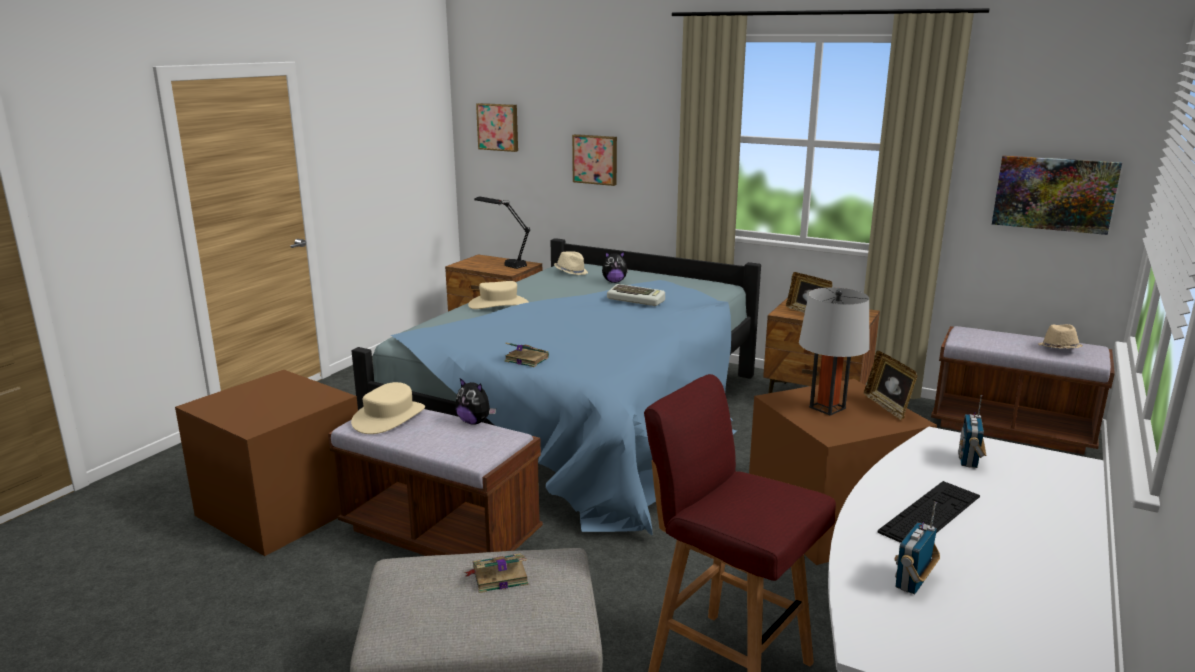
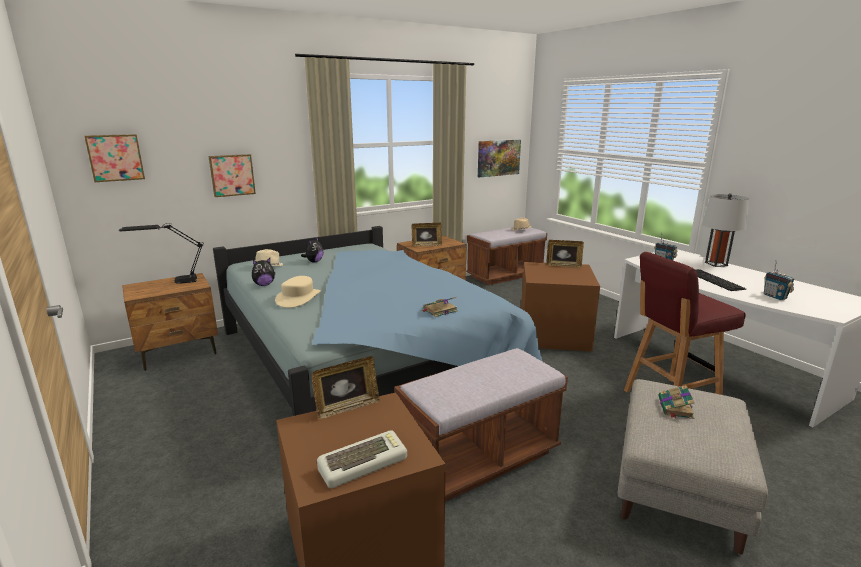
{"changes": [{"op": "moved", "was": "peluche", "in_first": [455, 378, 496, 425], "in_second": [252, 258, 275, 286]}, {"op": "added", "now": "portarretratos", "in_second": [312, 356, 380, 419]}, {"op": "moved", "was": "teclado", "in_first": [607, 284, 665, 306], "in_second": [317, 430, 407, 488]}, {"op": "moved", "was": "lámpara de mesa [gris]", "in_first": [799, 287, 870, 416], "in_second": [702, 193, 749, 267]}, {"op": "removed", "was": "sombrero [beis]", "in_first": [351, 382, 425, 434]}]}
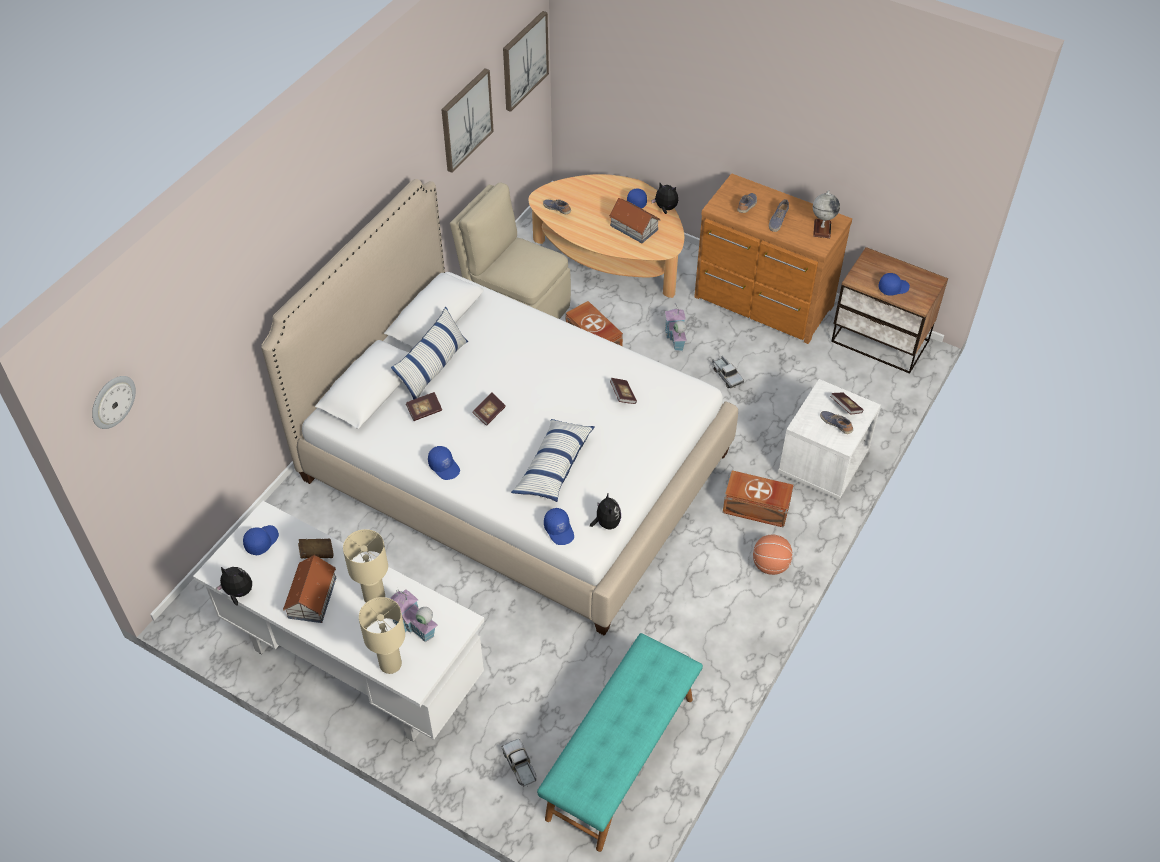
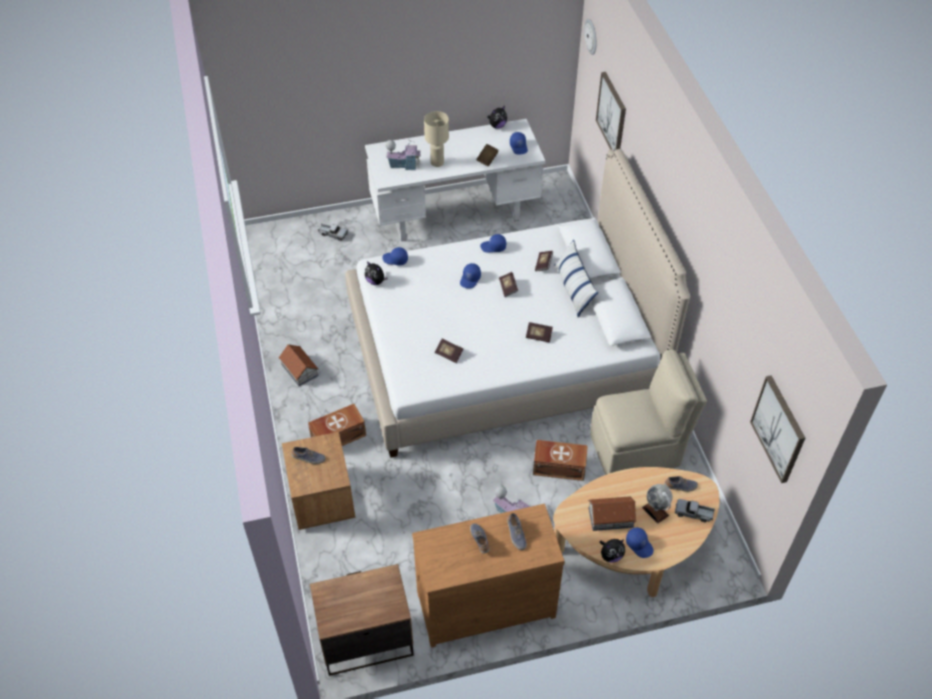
{"changes": [{"op": "moved", "was": "casita", "in_first": [283, 555, 336, 623], "in_second": [279, 344, 318, 386]}, {"op": "recoloured", "was": "mesita de noche [blanco]", "now": "mesita de noche [marrón]", "in_first": [778, 379, 881, 500], "in_second": [282, 432, 356, 530]}, {"op": "moved", "was": "gorra [azul]", "in_first": [878, 273, 910, 296], "in_second": [460, 263, 481, 288]}, {"op": "moved", "was": "libro", "in_first": [830, 393, 864, 414], "in_second": [526, 322, 553, 342]}, {"op": "moved", "was": "cuadro", "in_first": [441, 68, 494, 173], "in_second": [596, 72, 626, 151]}, {"op": "moved", "was": "globo terráqueo", "in_first": [813, 190, 840, 238], "in_second": [642, 484, 672, 524]}, {"op": "moved", "was": "camión de juguete", "in_first": [712, 355, 744, 388], "in_second": [675, 499, 715, 522]}, {"op": "removed", "was": "lámpara de mesa [beis]", "in_first": [359, 597, 405, 674]}, {"op": "removed", "was": "cojín", "in_first": [511, 419, 595, 502]}, {"op": "removed", "was": "banco [turquesa]", "in_first": [537, 633, 703, 852]}, {"op": "removed", "was": "balón de baloncesto", "in_first": [753, 535, 793, 575]}]}
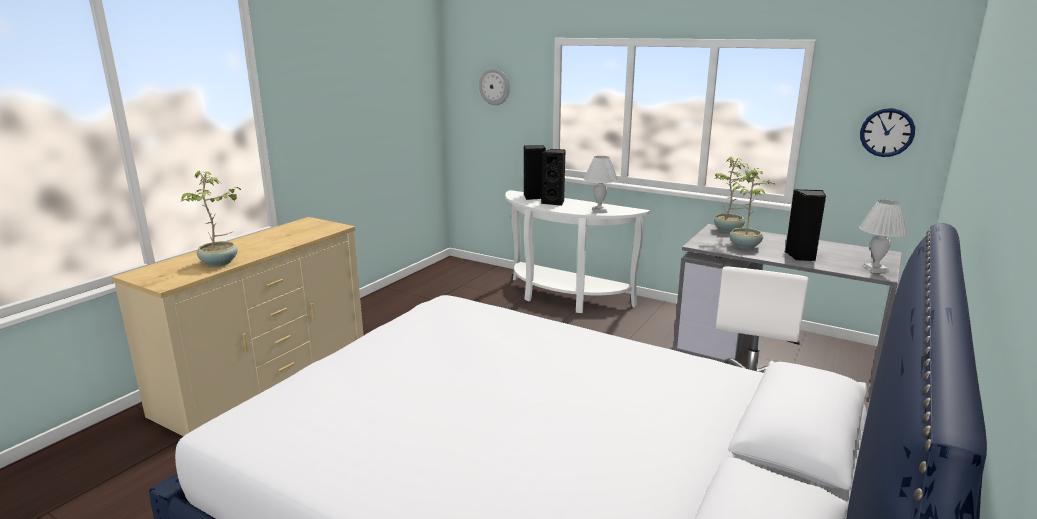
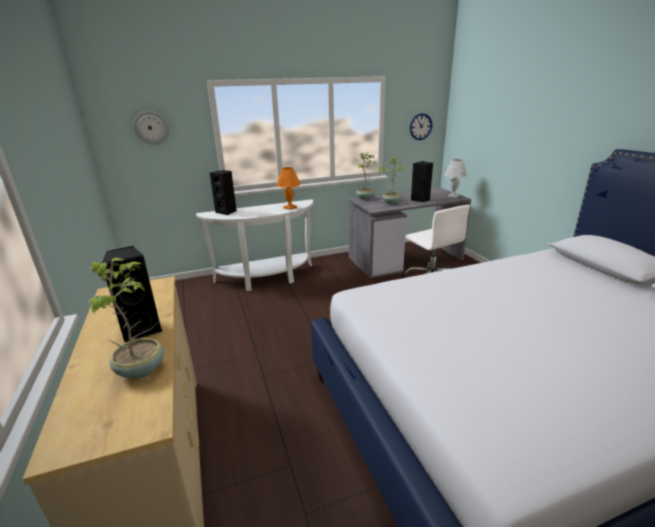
{"changes": [{"op": "moved", "was": "altavoz [negro]", "in_first": [541, 149, 566, 206], "in_second": [102, 246, 162, 343]}, {"op": "recoloured", "was": "lámpara de mesa [blanco]", "now": "lámpara de mesa [naranja]", "in_first": [584, 156, 618, 213], "in_second": [276, 167, 301, 210]}]}
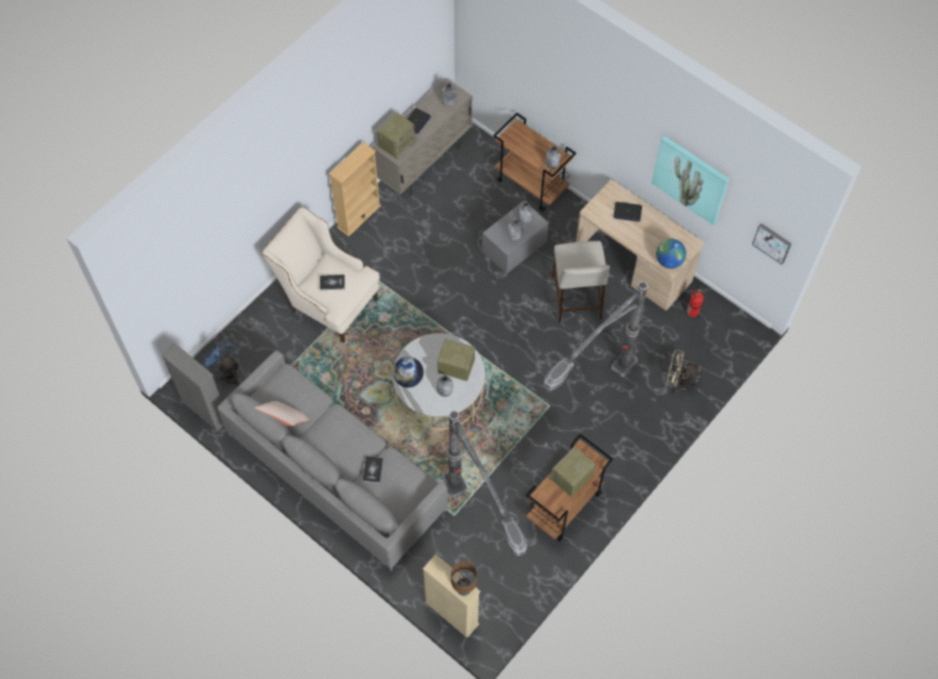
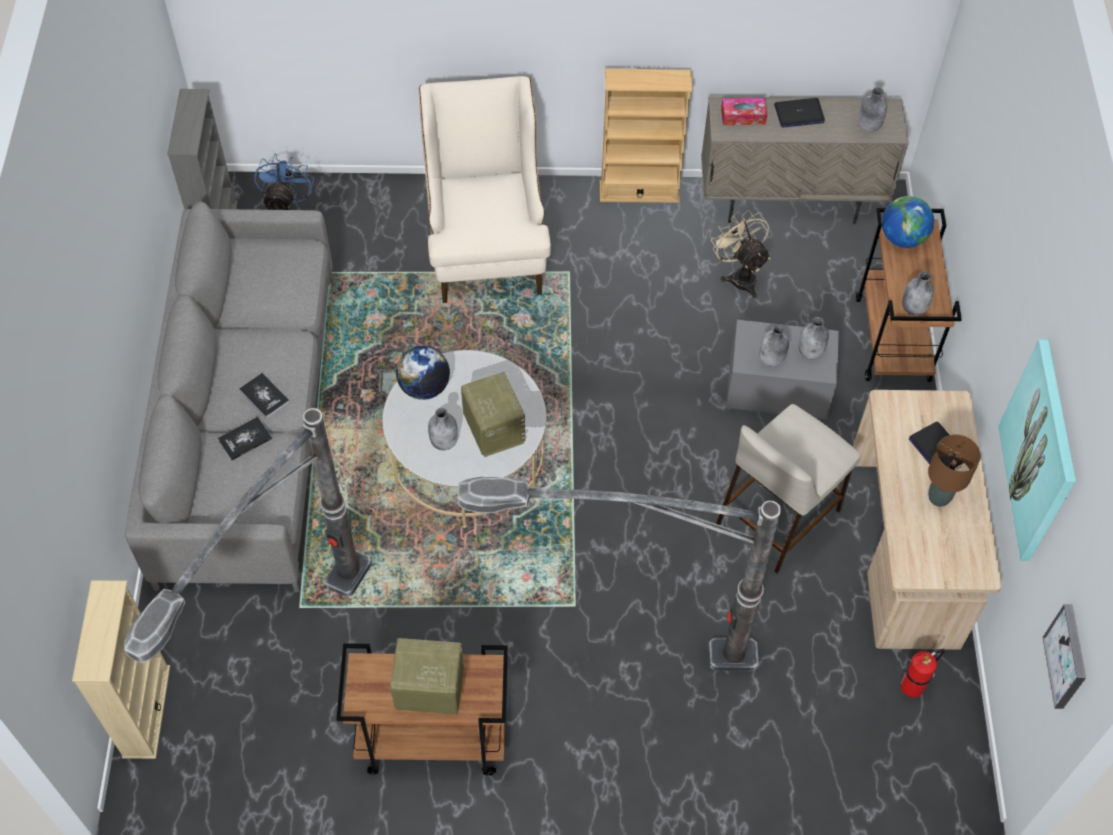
{"changes": [{"op": "moved", "was": "libro", "in_first": [320, 275, 345, 290], "in_second": [239, 373, 290, 418]}, {"op": "moved", "was": "ventilador [beis]", "in_first": [667, 350, 701, 394], "in_second": [711, 210, 770, 299]}, {"op": "replaced", "was": "radio", "now": "caja de pañuelos", "in_first": [377, 112, 417, 159], "in_second": [721, 98, 767, 125]}, {"op": "moved", "was": "globo terráqueo", "in_first": [656, 239, 686, 269], "in_second": [882, 196, 934, 248]}, {"op": "moved", "was": "lámpara de mesa [marrón]", "in_first": [451, 561, 477, 596], "in_second": [928, 434, 981, 507]}, {"op": "removed", "was": "cojín [beis]", "in_first": [254, 401, 309, 426]}]}
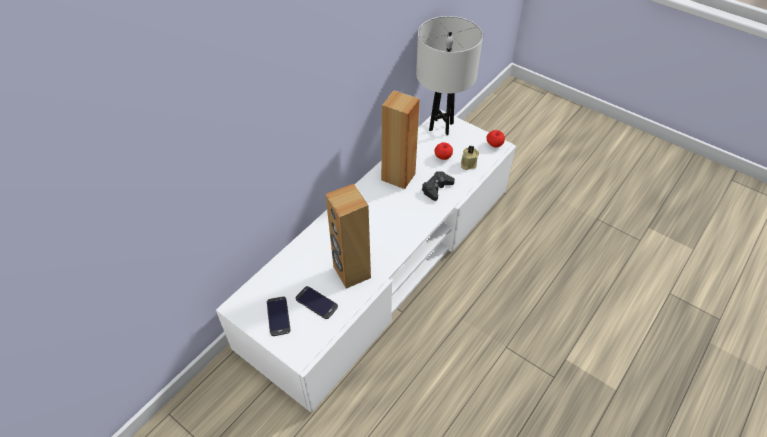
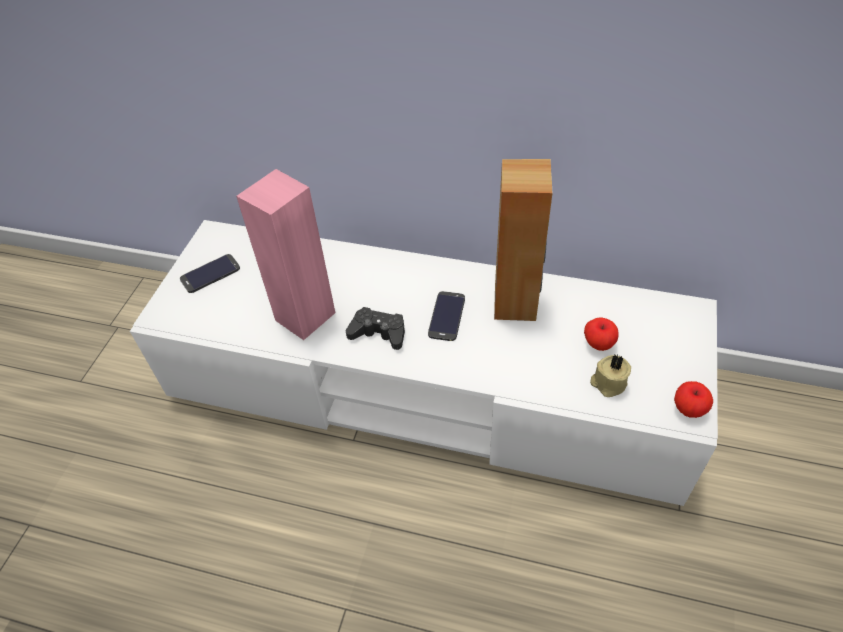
{"changes": [{"op": "recoloured", "was": "altavoz [marrón]", "now": "altavoz [rosa]", "in_first": [325, 184, 371, 289], "in_second": [236, 169, 336, 340]}, {"op": "moved", "was": "mando de consola [negro]", "in_first": [422, 171, 455, 201], "in_second": [346, 307, 405, 350]}, {"op": "moved", "was": "móvil", "in_first": [296, 286, 338, 319], "in_second": [428, 291, 465, 341]}, {"op": "removed", "was": "lámpara de mesa [blanco]", "in_first": [416, 16, 483, 135]}]}
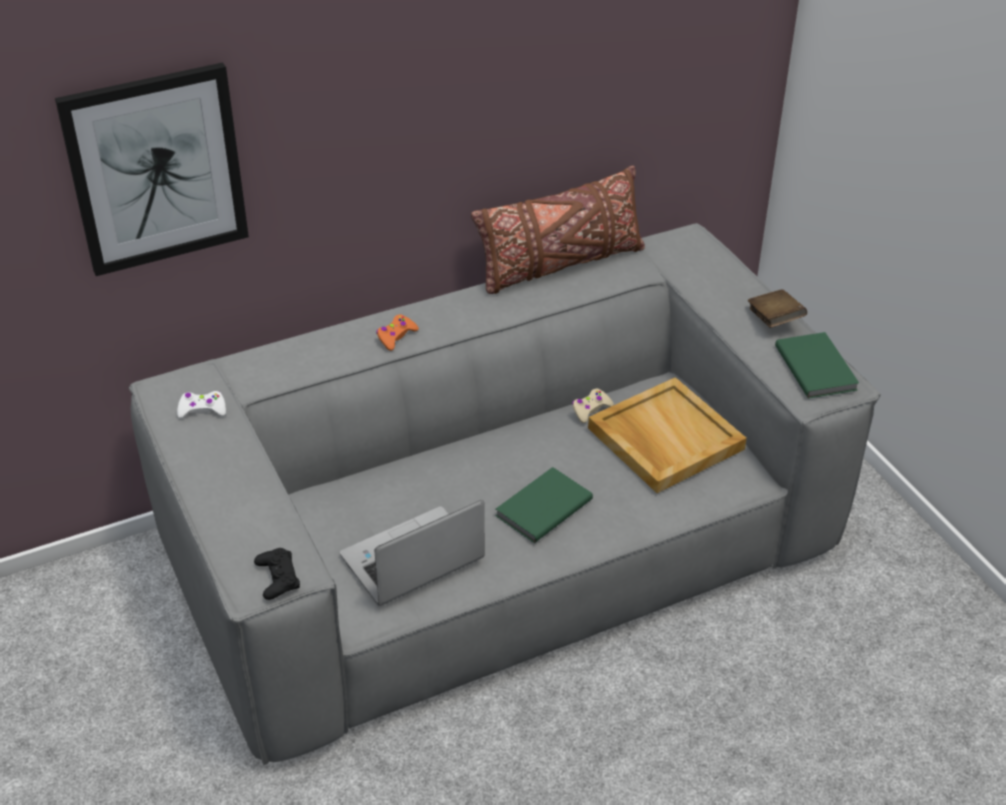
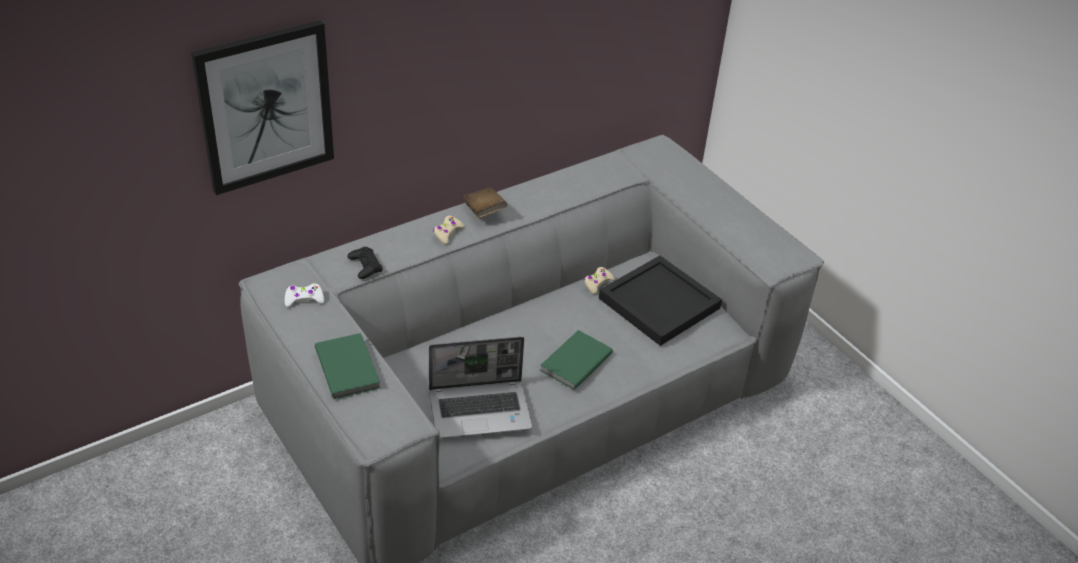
{"changes": [{"op": "moved", "was": "libro [verde]", "in_first": [775, 332, 859, 398], "in_second": [315, 333, 380, 399]}, {"op": "moved", "was": "mando de consola [negro]", "in_first": [254, 548, 300, 600], "in_second": [348, 247, 383, 279]}, {"op": "turned", "was": "portátil", "in_first": [340, 500, 485, 606], "in_second": [429, 337, 532, 438], "clockwise": -150}, {"op": "recoloured", "was": "mando de consola [naranja]", "now": "mando de consola [beis]", "in_first": [376, 314, 419, 351], "in_second": [433, 216, 465, 245]}, {"op": "moved", "was": "libro [marrón]", "in_first": [748, 289, 807, 328], "in_second": [464, 187, 507, 218]}, {"op": "recoloured", "was": "bandeja [beis]", "now": "bandeja [negro]", "in_first": [588, 377, 747, 493], "in_second": [599, 255, 722, 346]}, {"op": "removed", "was": "cojín [marrón]", "in_first": [471, 166, 645, 294]}]}
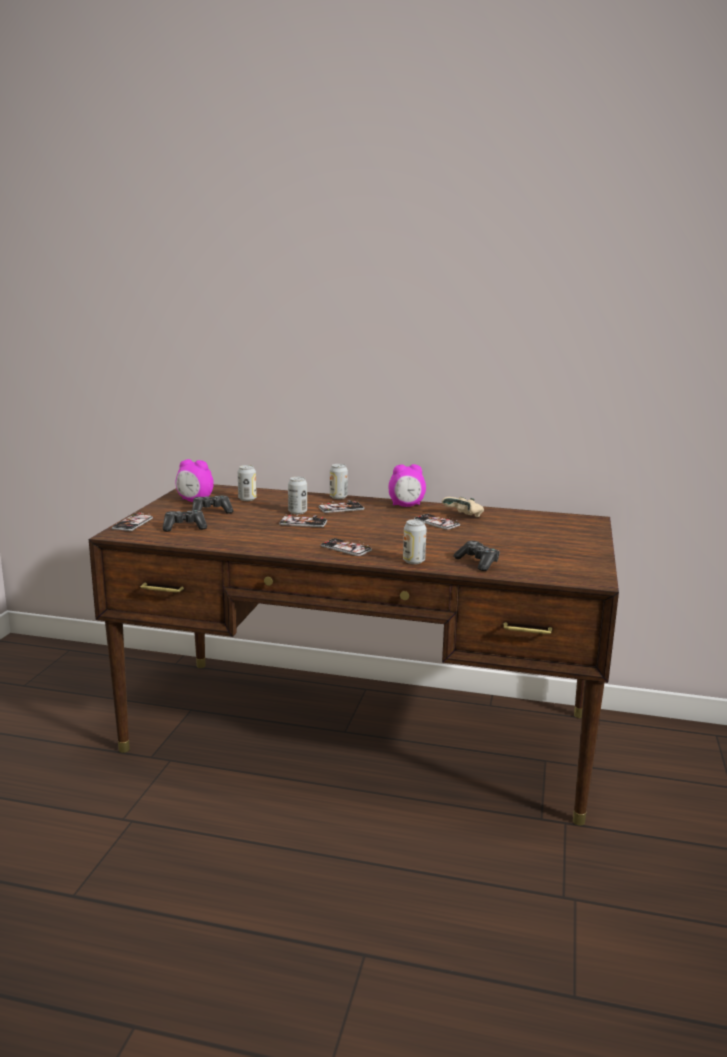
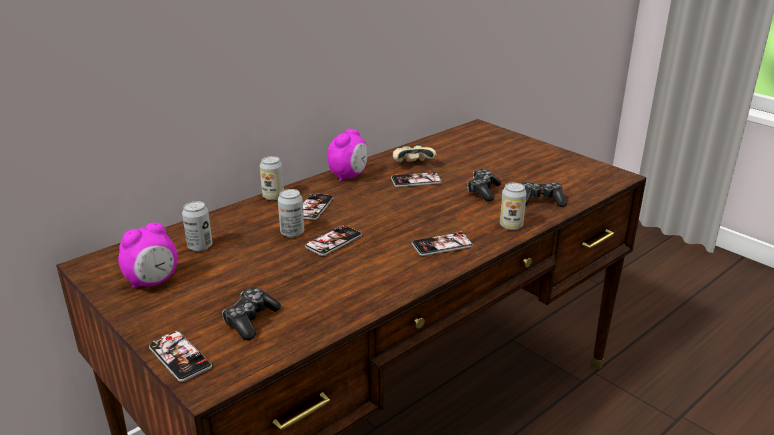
{"changes": [{"op": "moved", "was": "mando de consola", "in_first": [192, 495, 233, 514], "in_second": [467, 169, 501, 202]}]}
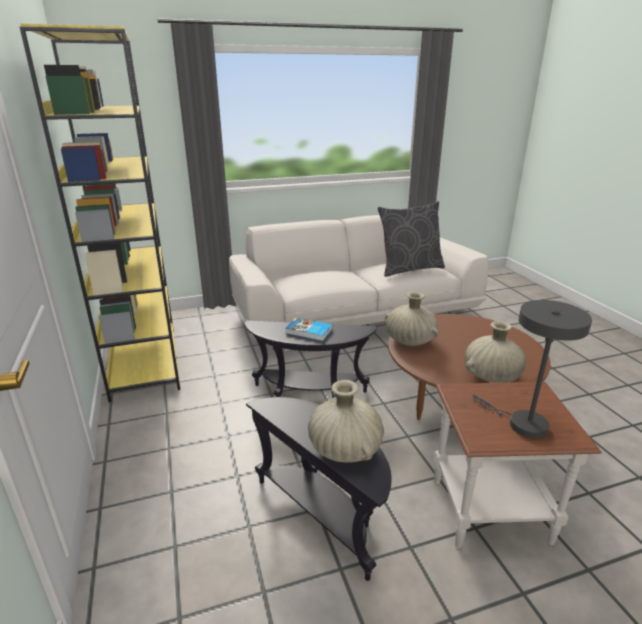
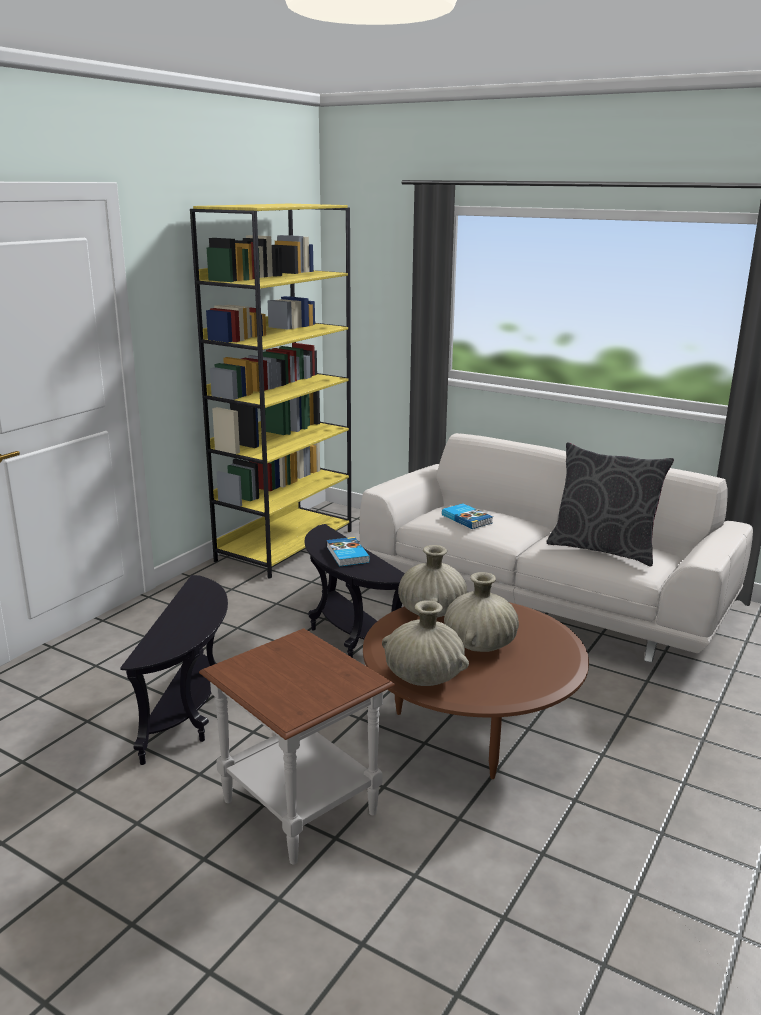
{"changes": [{"op": "added", "now": "libro", "in_second": [442, 504, 493, 529]}, {"op": "moved", "was": "florero [beis]", "in_first": [308, 380, 384, 463], "in_second": [444, 572, 519, 652]}, {"op": "removed", "was": "lámpara de mesa [gris]", "in_first": [472, 300, 592, 439]}]}
